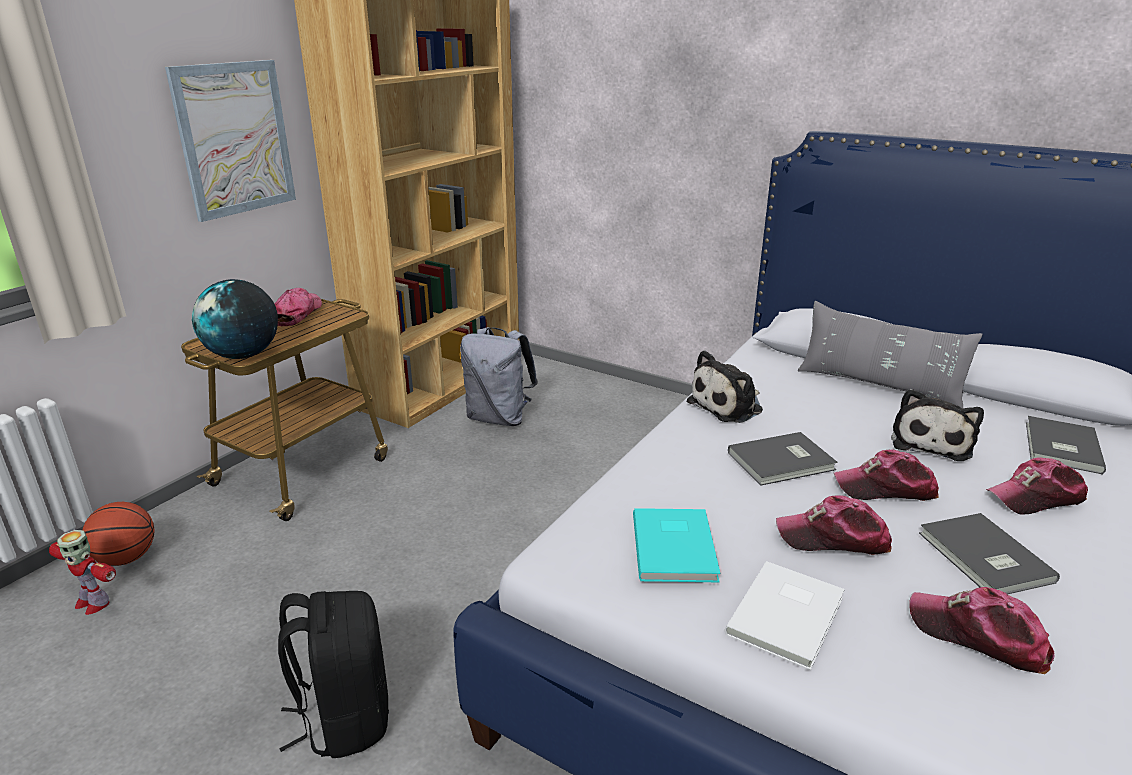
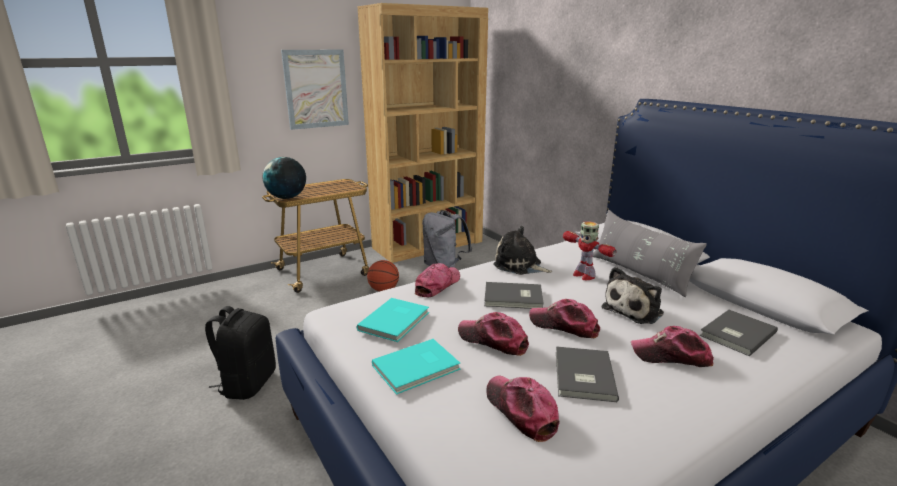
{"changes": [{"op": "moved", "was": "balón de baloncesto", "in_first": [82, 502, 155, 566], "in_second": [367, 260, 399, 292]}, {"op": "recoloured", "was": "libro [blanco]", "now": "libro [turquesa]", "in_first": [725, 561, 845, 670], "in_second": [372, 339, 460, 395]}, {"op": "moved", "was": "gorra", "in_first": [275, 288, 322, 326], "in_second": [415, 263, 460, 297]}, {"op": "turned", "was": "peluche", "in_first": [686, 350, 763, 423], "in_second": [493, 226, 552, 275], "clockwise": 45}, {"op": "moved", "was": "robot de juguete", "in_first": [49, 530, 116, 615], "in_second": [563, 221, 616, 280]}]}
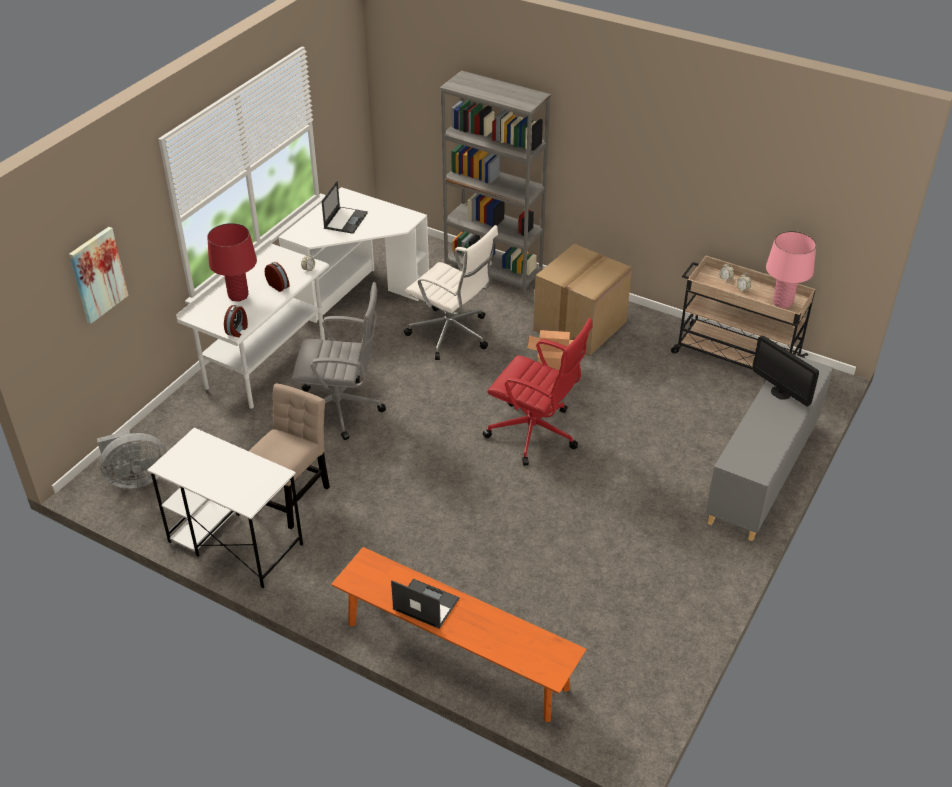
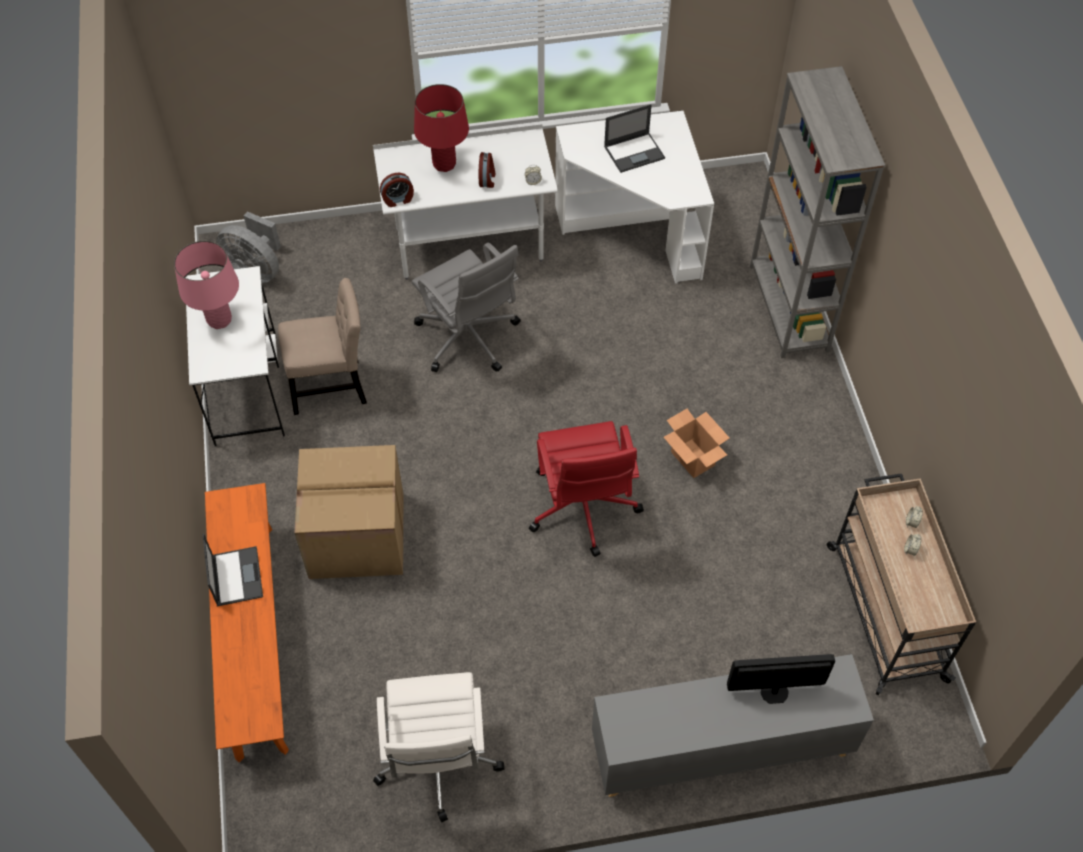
{"changes": [{"op": "moved", "was": "lámpara de mesa [rosa]", "in_first": [766, 231, 816, 308], "in_second": [174, 241, 239, 329]}, {"op": "moved", "was": "caja de cartón", "in_first": [533, 244, 632, 356], "in_second": [295, 445, 403, 579]}, {"op": "moved", "was": "silla de oficina [blanco]", "in_first": [404, 225, 498, 360], "in_second": [373, 672, 505, 823]}, {"op": "turned", "was": "monitor", "in_first": [752, 335, 819, 406], "in_second": [727, 654, 835, 704], "clockwise": 75}, {"op": "removed", "was": "cuadro", "in_first": [69, 227, 128, 323]}]}
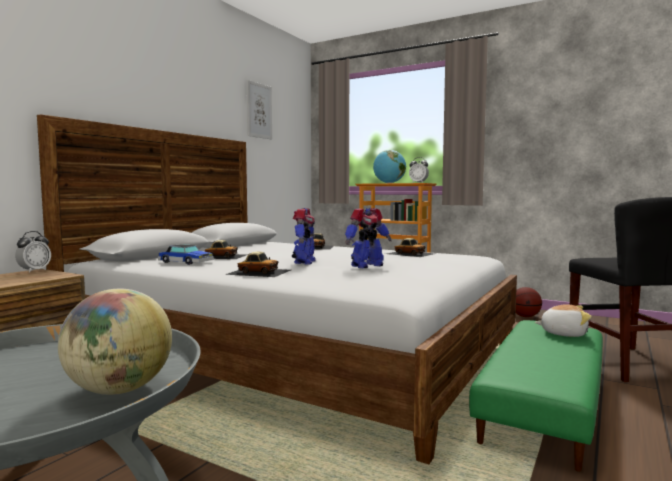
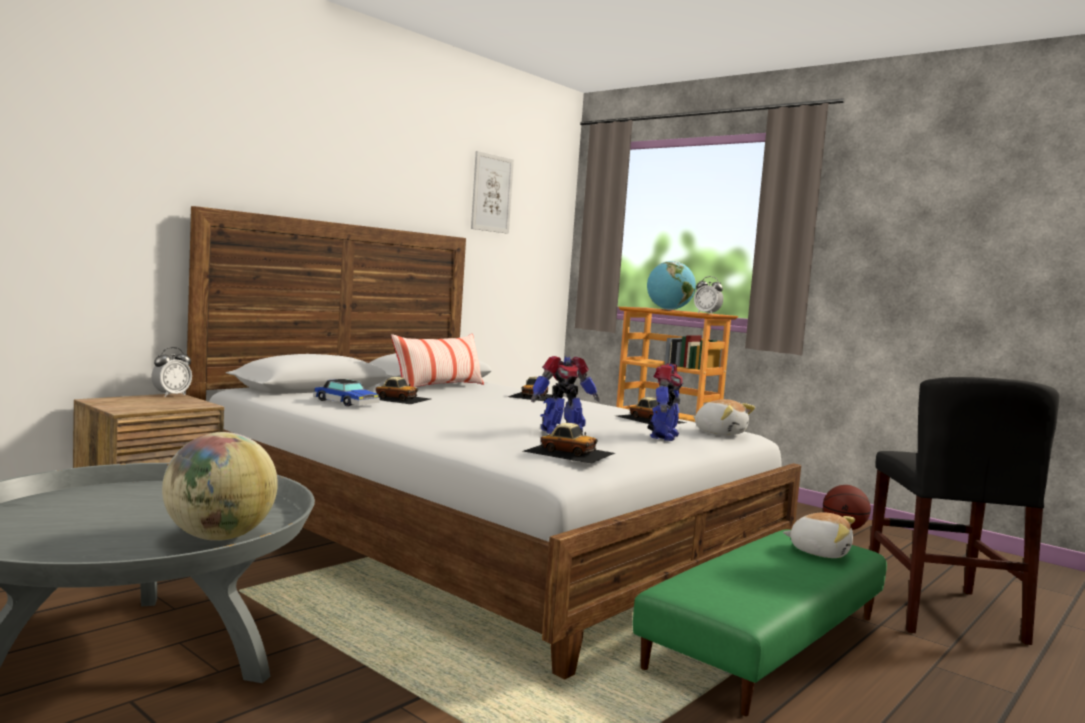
{"changes": [{"op": "added", "now": "cojín", "in_second": [391, 334, 484, 387]}, {"op": "moved", "was": "coche de juguete", "in_first": [225, 252, 291, 277], "in_second": [523, 423, 615, 464]}, {"op": "moved", "was": "robot de juguete", "in_first": [292, 208, 316, 265], "in_second": [647, 364, 683, 441]}, {"op": "added", "now": "peluche", "in_second": [693, 399, 755, 435]}]}
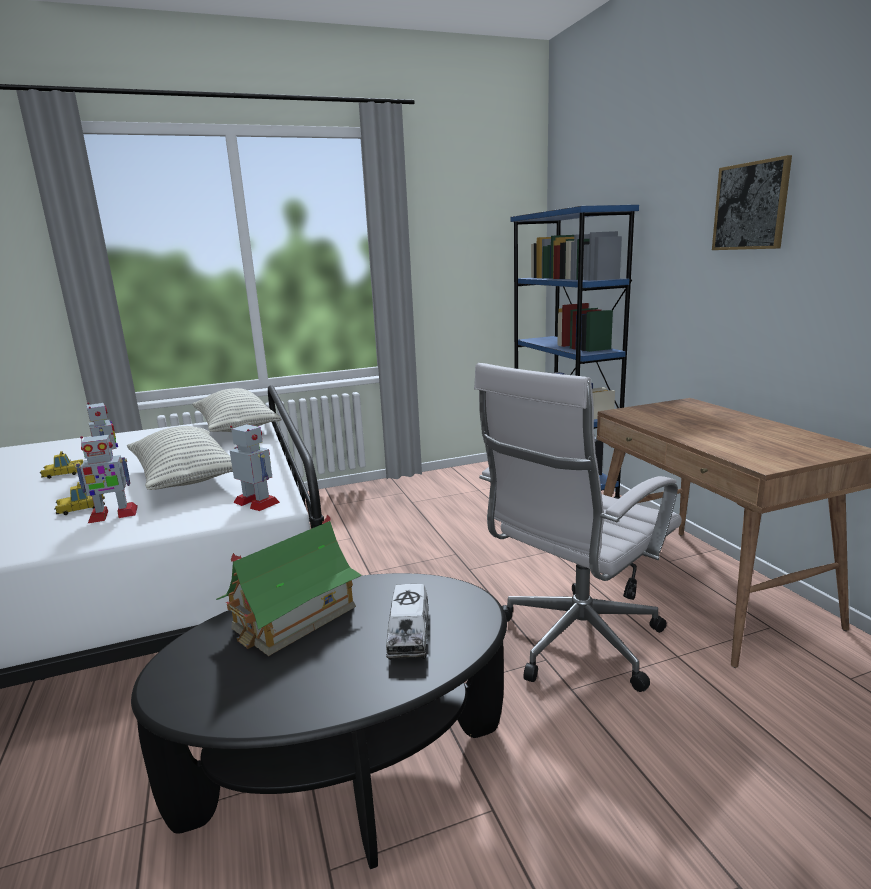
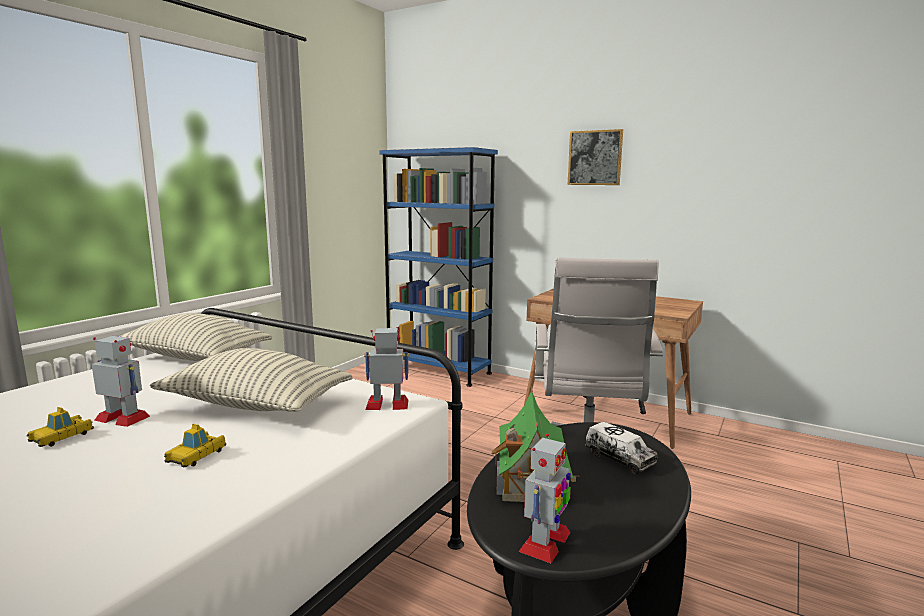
{"changes": [{"op": "moved", "was": "robot de juguete", "in_first": [75, 432, 138, 523], "in_second": [518, 434, 571, 563]}]}
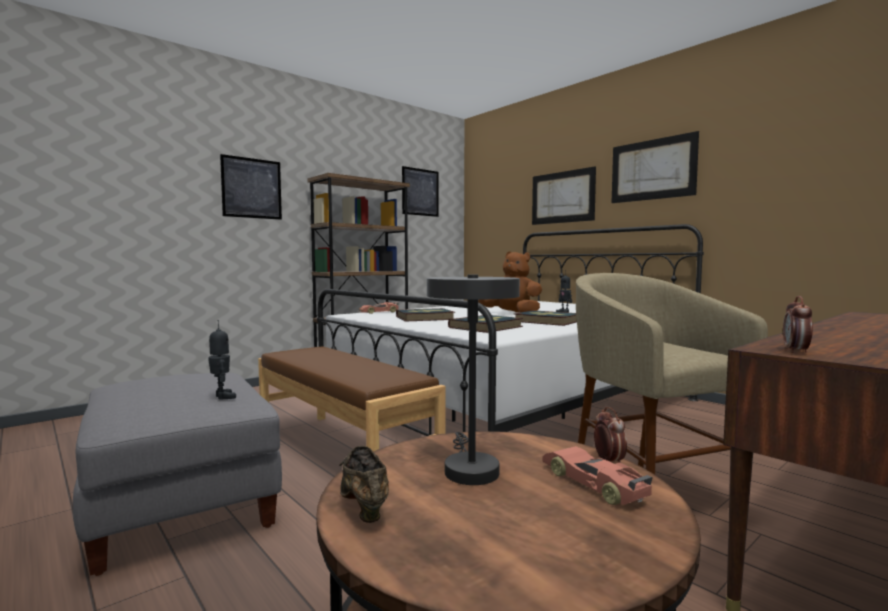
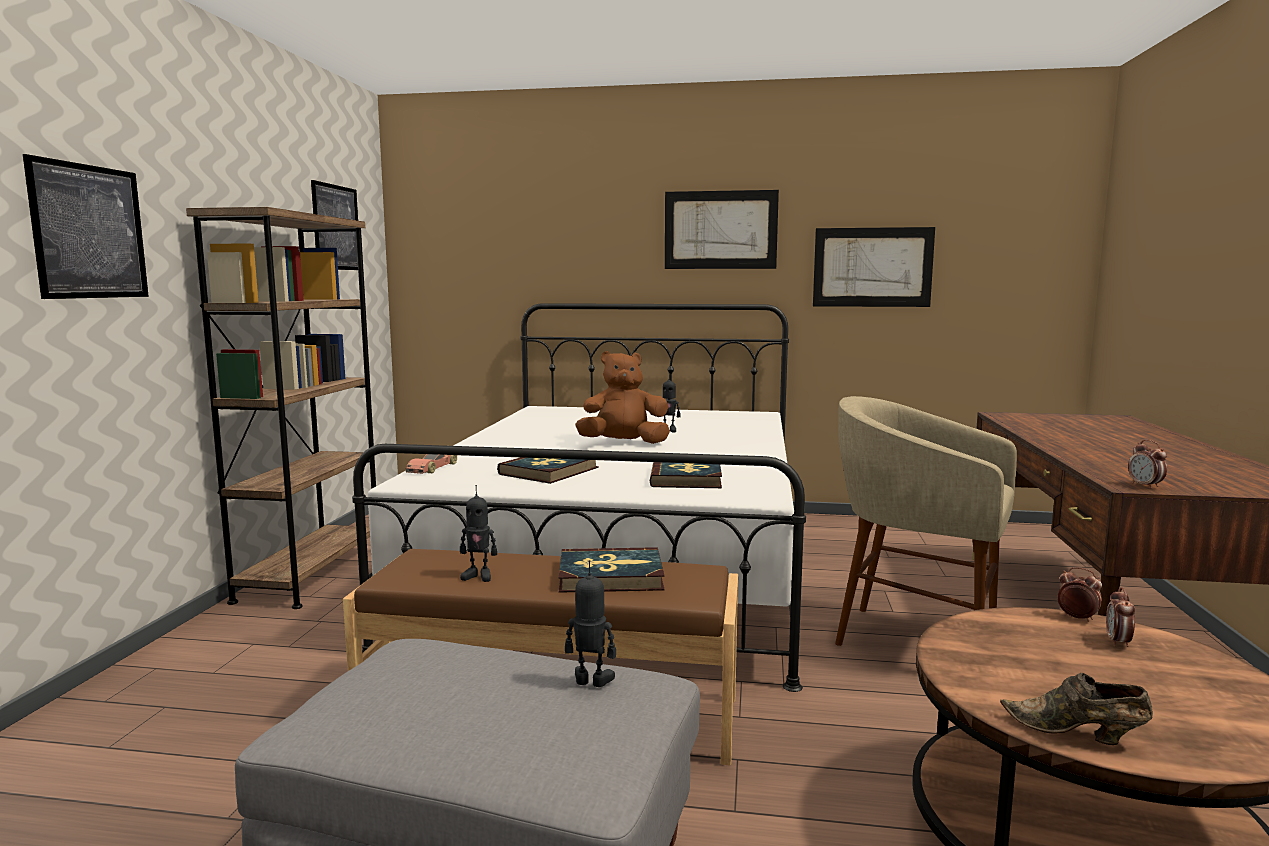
{"changes": [{"op": "added", "now": "robot de juguete", "in_second": [460, 485, 497, 582]}, {"op": "moved", "was": "libro", "in_first": [514, 310, 577, 326], "in_second": [559, 547, 665, 593]}, {"op": "moved", "was": "cuadro", "in_first": [532, 166, 596, 225], "in_second": [813, 227, 935, 307]}, {"op": "replaced", "was": "coche de juguete", "now": "despertador", "in_first": [543, 446, 653, 505], "in_second": [1106, 587, 1135, 647]}, {"op": "removed", "was": "lámpara de mesa [gris]", "in_first": [427, 274, 520, 485]}]}
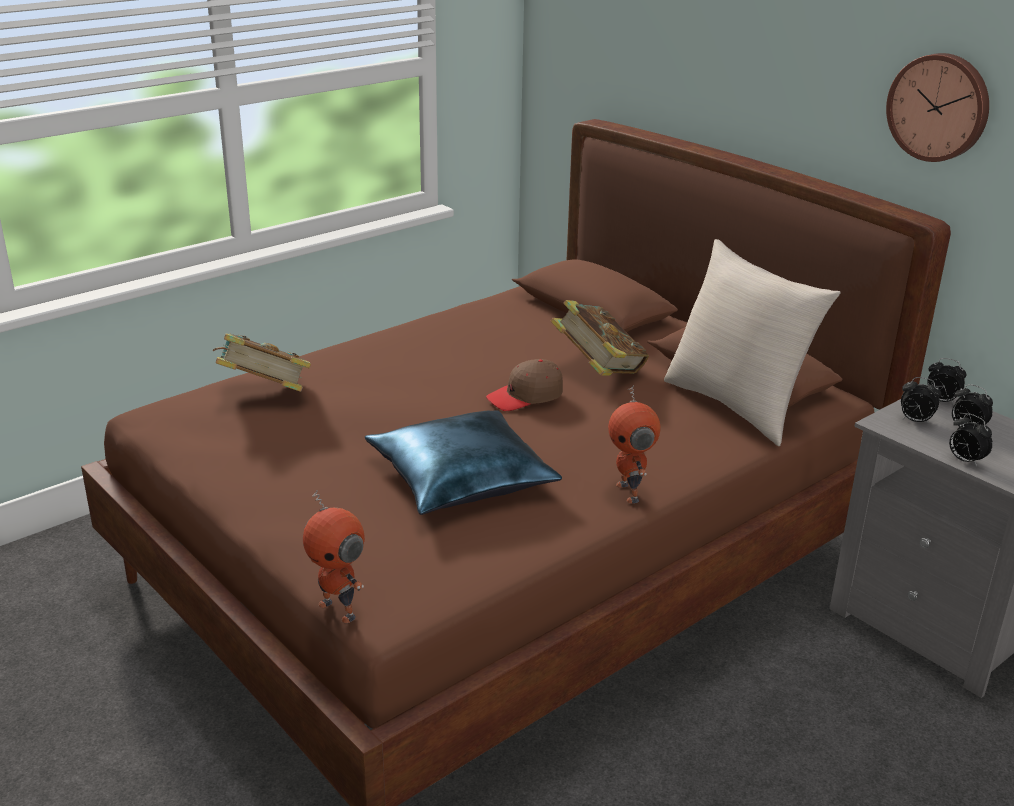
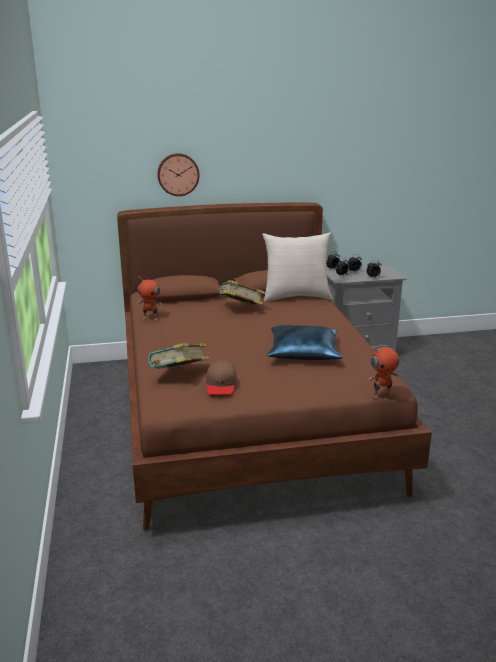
{"changes": [{"op": "moved", "was": "robot de juguete", "in_first": [608, 385, 661, 504], "in_second": [138, 275, 162, 320]}, {"op": "moved", "was": "reloj de pared", "in_first": [886, 53, 989, 162], "in_second": [157, 153, 200, 196]}, {"op": "moved", "was": "gorra [marrón]", "in_first": [486, 359, 563, 411], "in_second": [206, 360, 237, 395]}]}
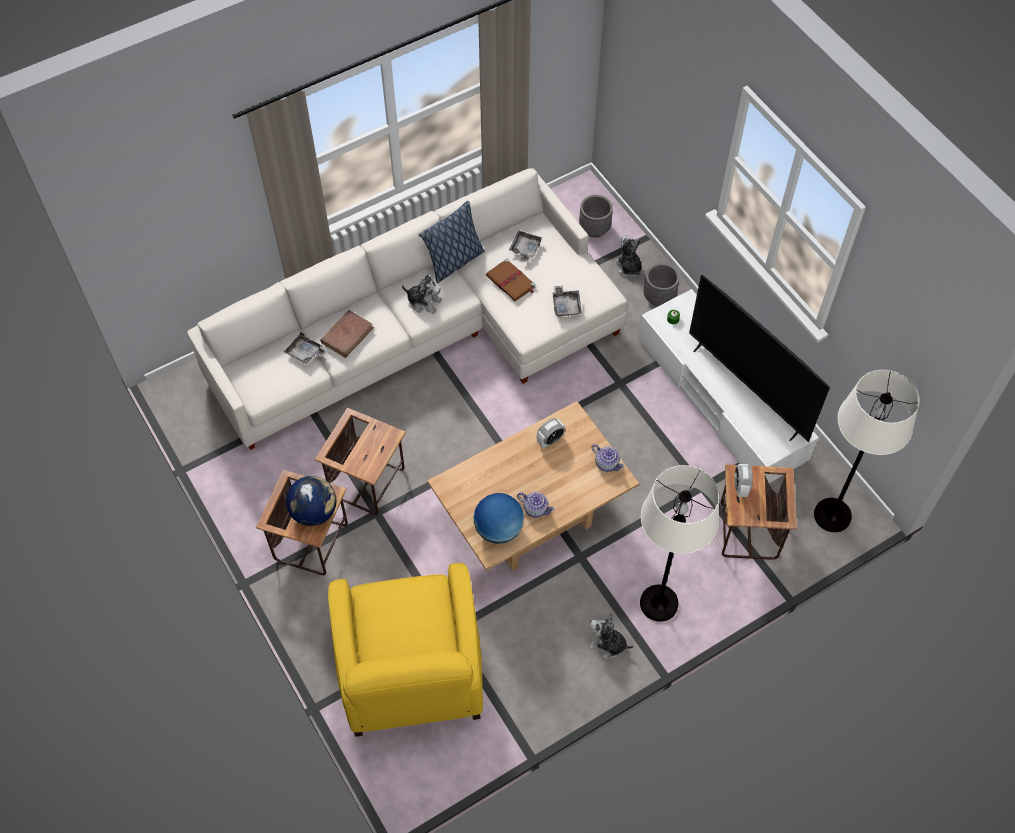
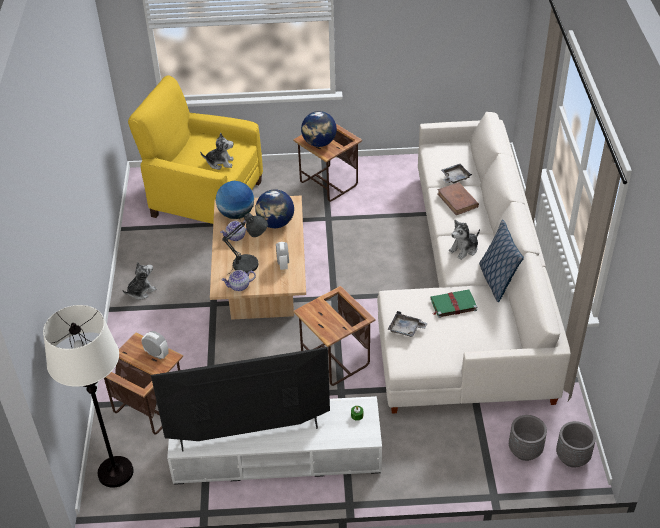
{"changes": [{"op": "moved", "was": "peluche", "in_first": [614, 235, 642, 277], "in_second": [200, 133, 234, 170]}, {"op": "added", "now": "lámpara de mesa [gris]", "in_second": [222, 213, 268, 274]}, {"op": "added", "now": "globo terráqueo", "in_second": [255, 189, 294, 228]}, {"op": "moved", "was": "mesa auxiliar", "in_first": [315, 408, 406, 515], "in_second": [293, 286, 376, 386]}, {"op": "recoloured", "was": "libro [marrón]", "now": "libro [verde]", "in_first": [486, 258, 535, 301], "in_second": [430, 290, 477, 318]}, {"op": "moved", "was": "maceta [gris]", "in_first": [644, 263, 680, 306], "in_second": [556, 421, 596, 467]}, {"op": "removed", "was": "bandeja [gris]", "in_first": [509, 231, 542, 262]}, {"op": "removed", "was": "lámpara de pie [blanco]", "in_first": [640, 465, 719, 622]}]}
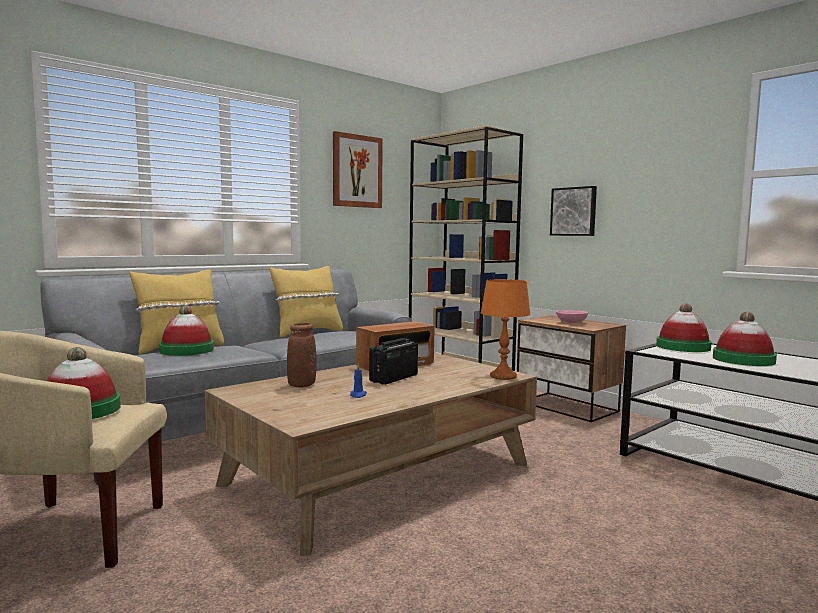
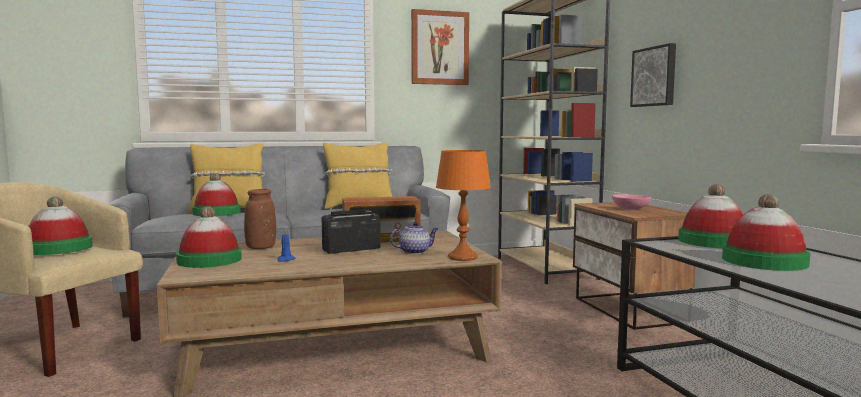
{"changes": [{"op": "added", "now": "sombrero", "in_second": [176, 206, 242, 268]}, {"op": "added", "now": "tetera", "in_second": [390, 222, 438, 254]}]}
